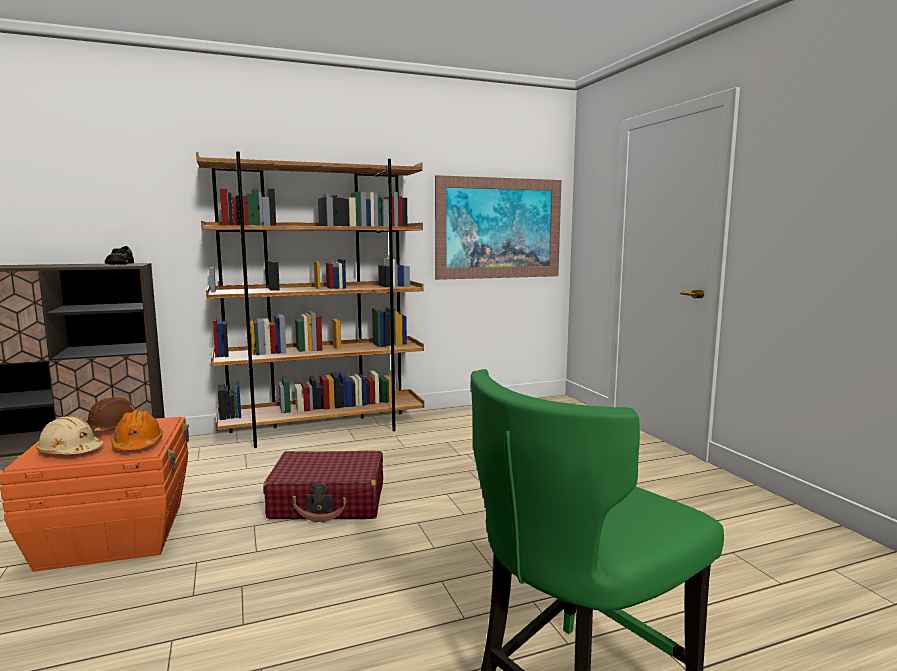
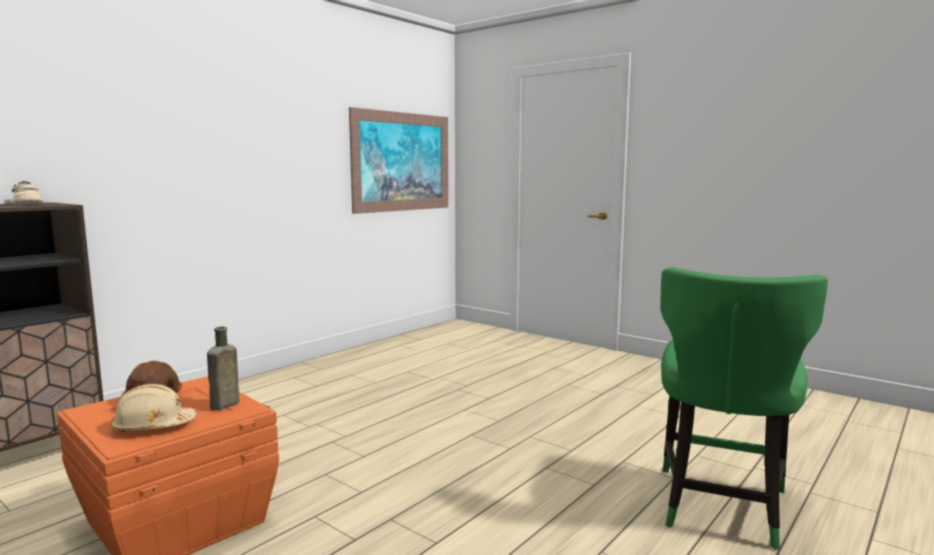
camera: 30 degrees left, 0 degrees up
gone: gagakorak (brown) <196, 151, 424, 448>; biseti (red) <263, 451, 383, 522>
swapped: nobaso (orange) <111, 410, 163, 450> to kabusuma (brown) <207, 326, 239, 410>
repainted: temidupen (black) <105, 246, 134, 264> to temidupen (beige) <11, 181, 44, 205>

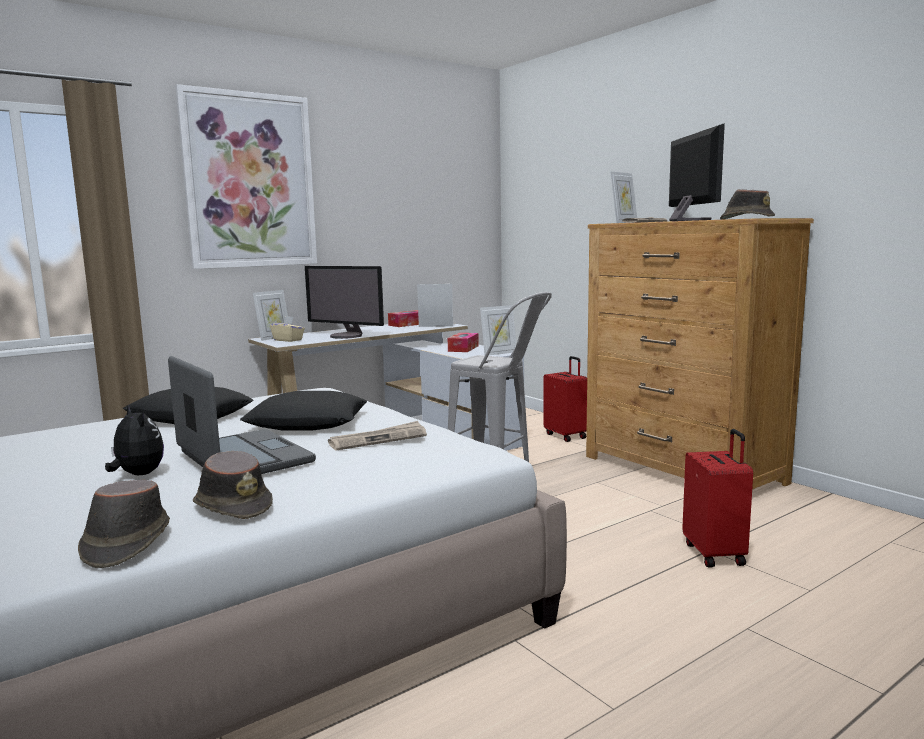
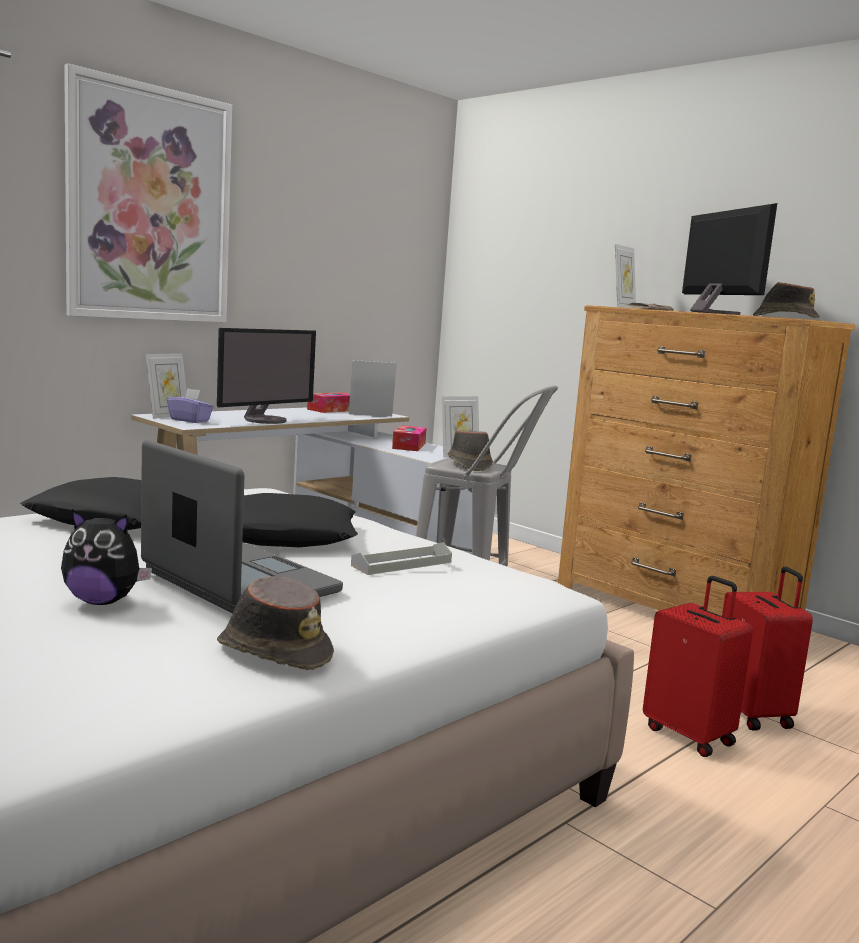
camera: 10 degrees left, 0 degrees up
shifted: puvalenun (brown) <78, 480, 170, 568> to <448, 430, 493, 471>; biseti (red) <543, 356, 587, 442> to <643, 576, 753, 757>
swapped: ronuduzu <328, 421, 427, 451> to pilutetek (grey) <351, 542, 452, 575>
repainted: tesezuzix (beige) <270, 316, 305, 342> to tesezuzix (purple) <167, 388, 214, 423>
rotated: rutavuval <105, 405, 164, 475> = <61, 509, 152, 605> 150 degrees clockwise; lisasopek <305, 266, 384, 339> = <217, 328, 316, 424> 75 degrees counterclockwise

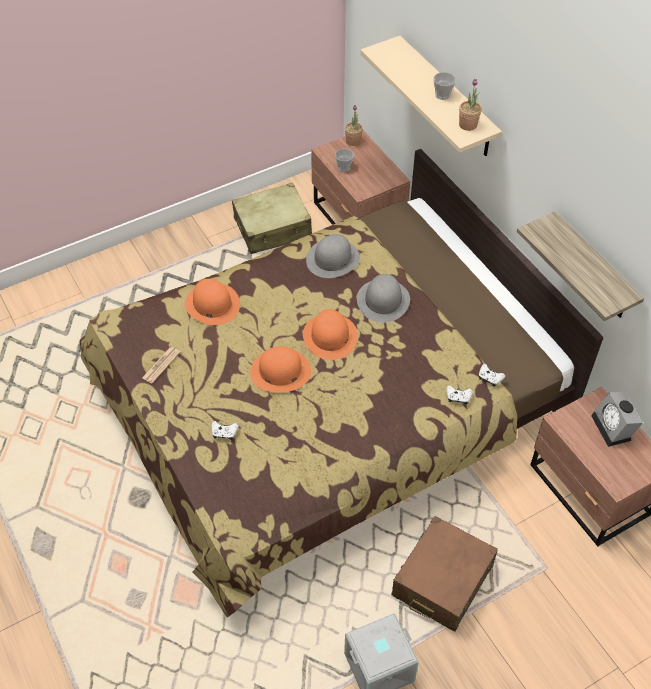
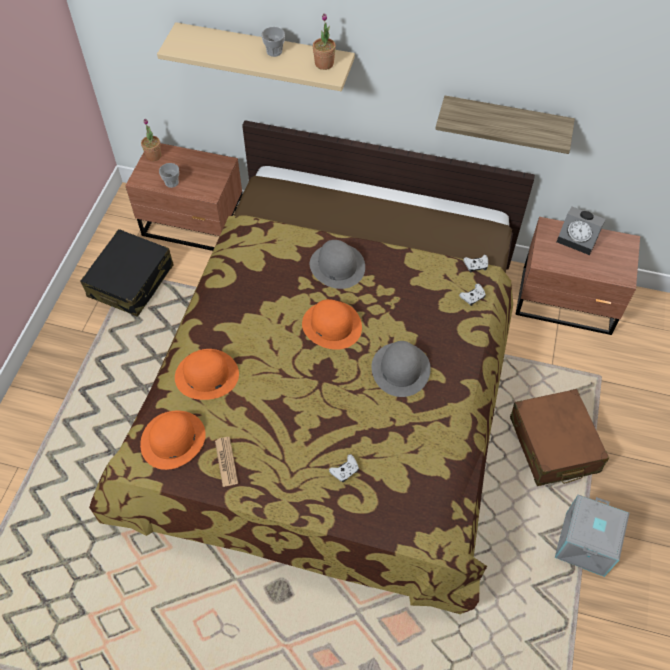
camera: 45 degrees left, 5 degrees up
shifted: puvalenun (orange) <250, 346, 311, 393> to <140, 411, 206, 470>; puvalenun (grey) <306, 234, 360, 278> to <371, 341, 431, 397>
repainted: biseti (beige) <232, 183, 312, 254> to biseti (black) <80, 229, 174, 316>

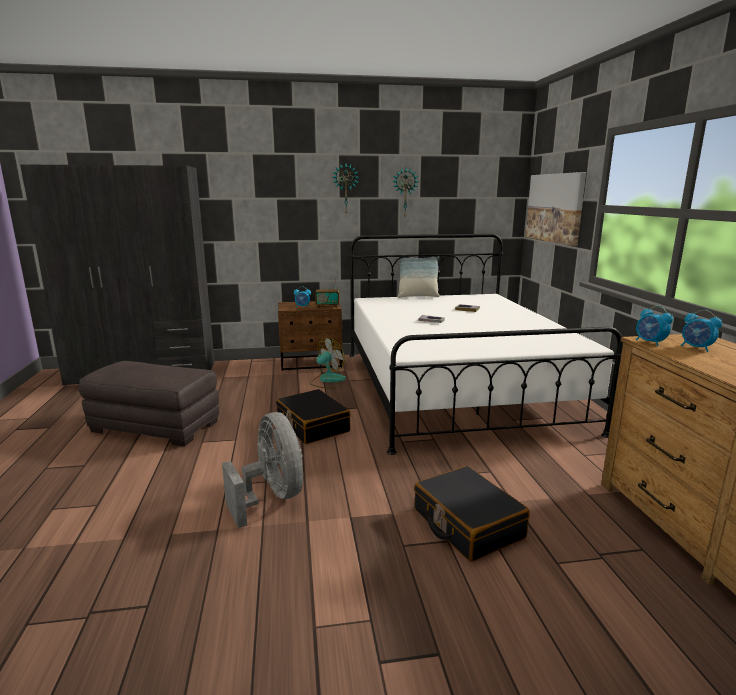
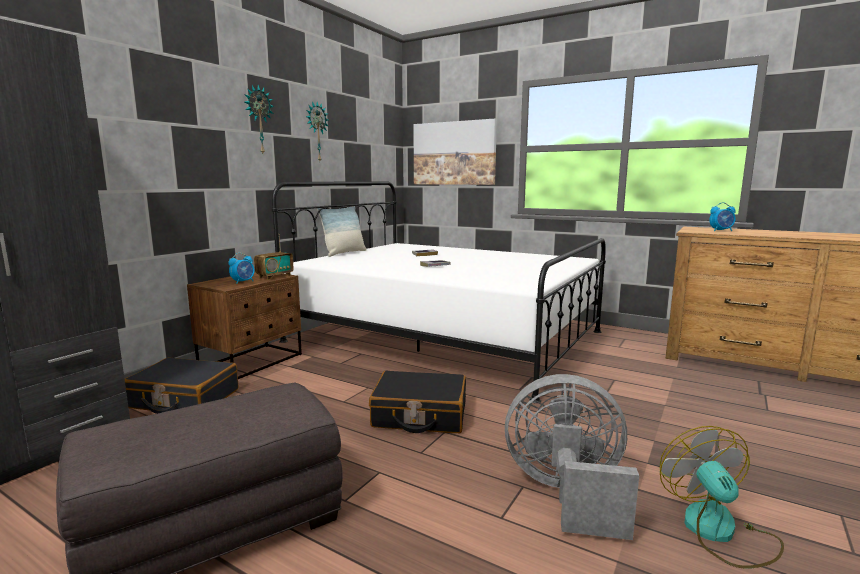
camera: 50 degrees left, 5 degrees down
gone: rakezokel <636, 306, 673, 346>
shifted: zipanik <310, 338, 346, 388> to <659, 426, 784, 569>; biseti (black) <414, 466, 530, 562> to <125, 357, 238, 414>

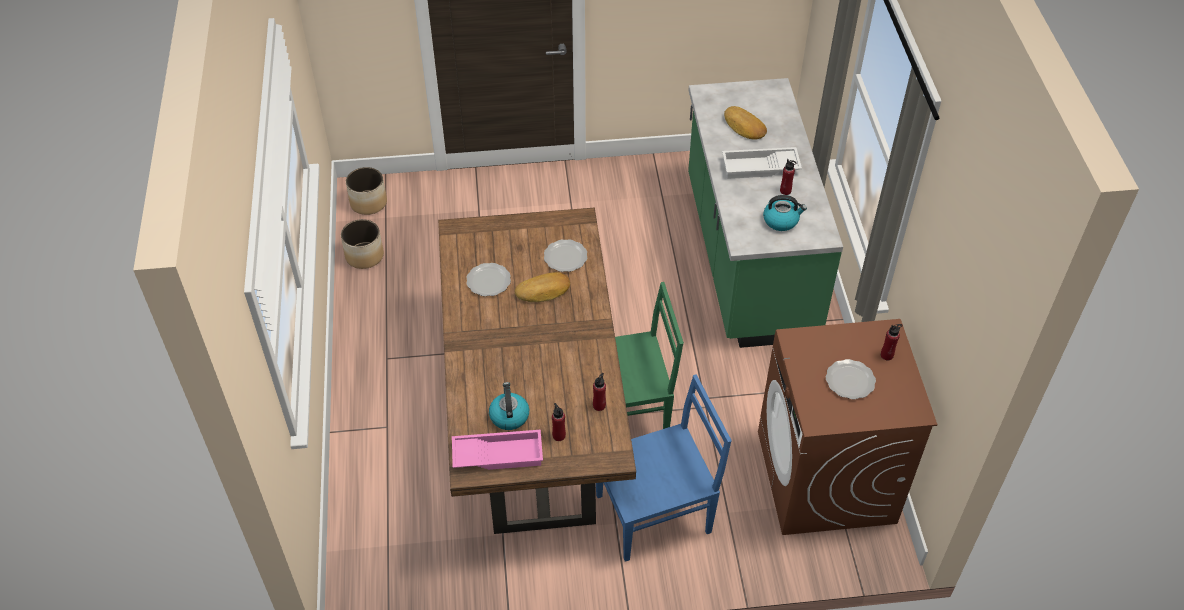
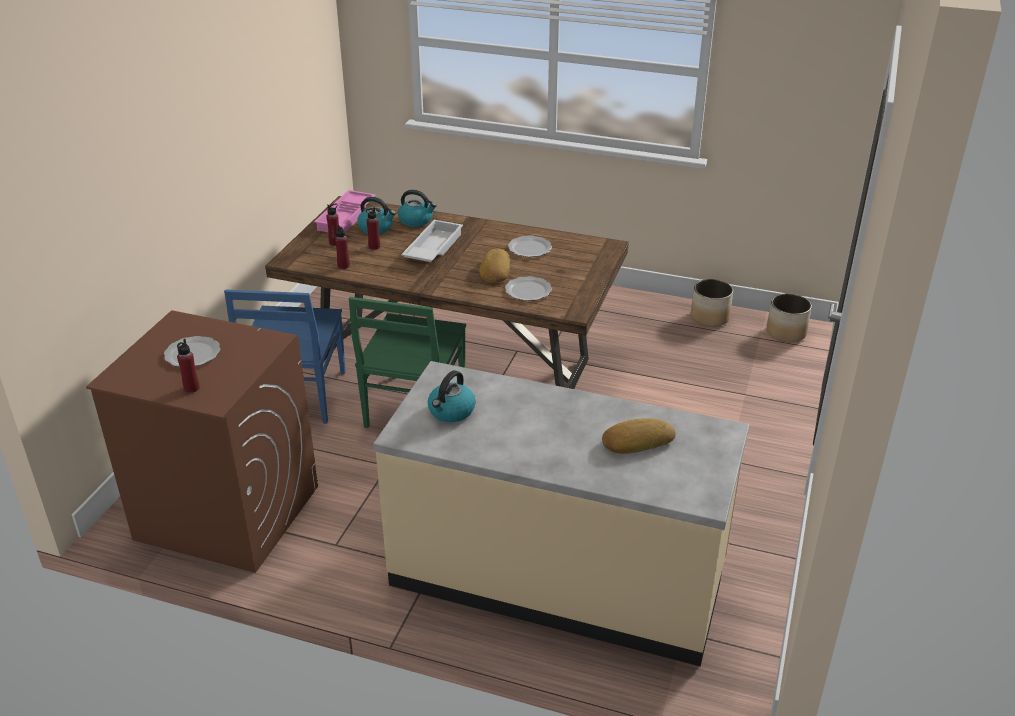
camera: 115 degrees right, 15 degrees down
new: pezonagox <398, 190, 437, 227>
shifted: pilutetek (white) <722, 147, 802, 179> to <401, 220, 463, 262>; kabusuma (red) <780, 159, 796, 195> to <366, 207, 380, 250>
repainted: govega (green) <688, 78, 843, 348> to govega (beige) <373, 361, 750, 667>

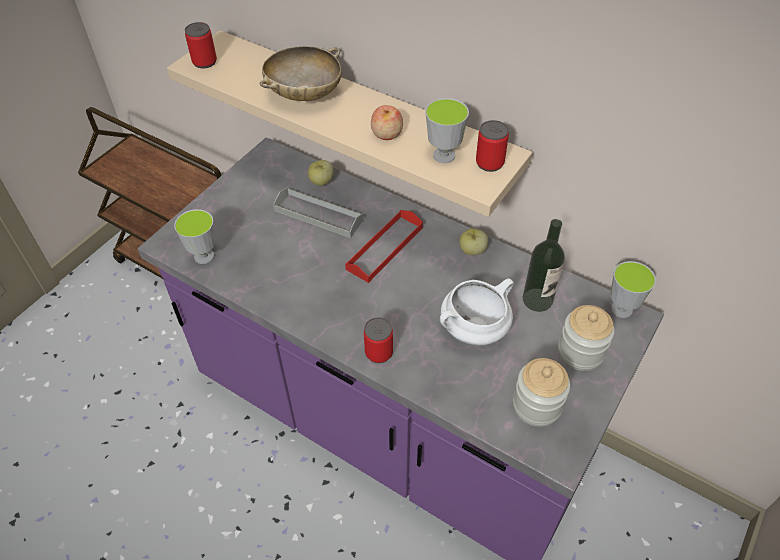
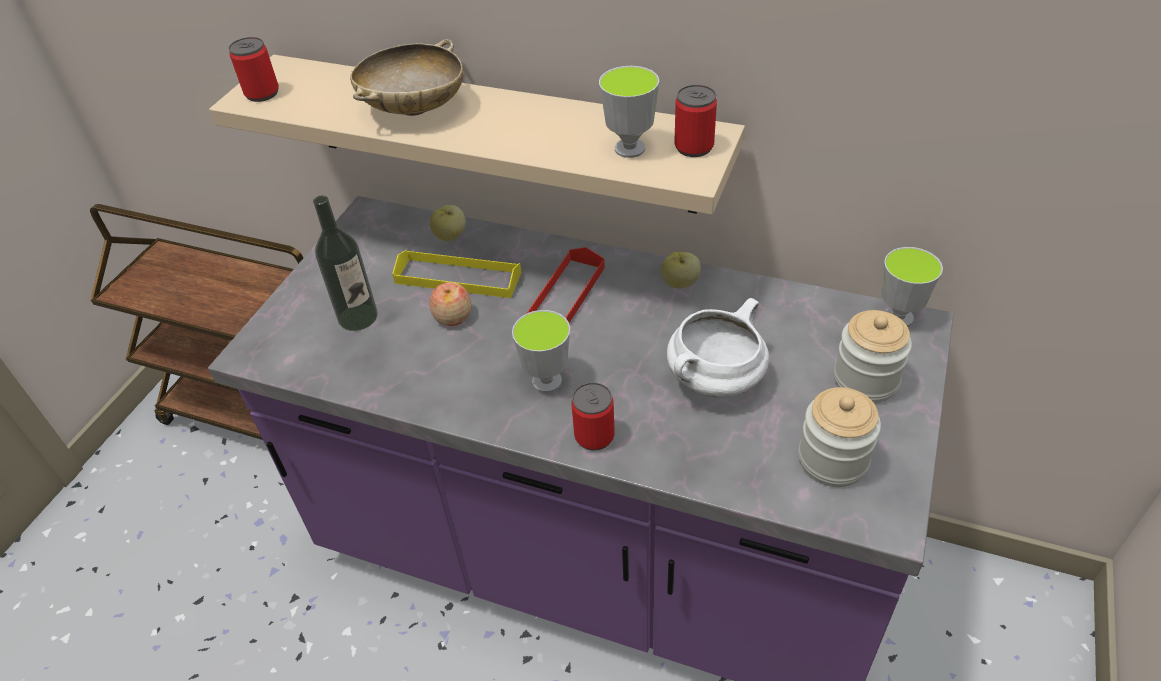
camera: 10 degrees left, 5 degrees down
shifted: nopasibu <174, 209, 216, 264> to <512, 310, 570, 393>; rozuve <371, 105, 403, 140> to <430, 282, 471, 326>; kabusuma <523, 219, 565, 312> to <313, 195, 377, 331>
repainted: pilutetek (grey) <273, 188, 363, 238> to pilutetek (yellow) <392, 250, 521, 298>

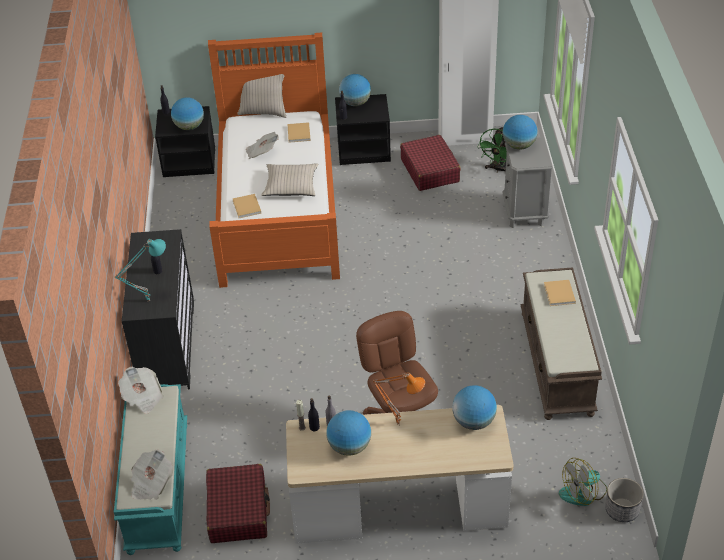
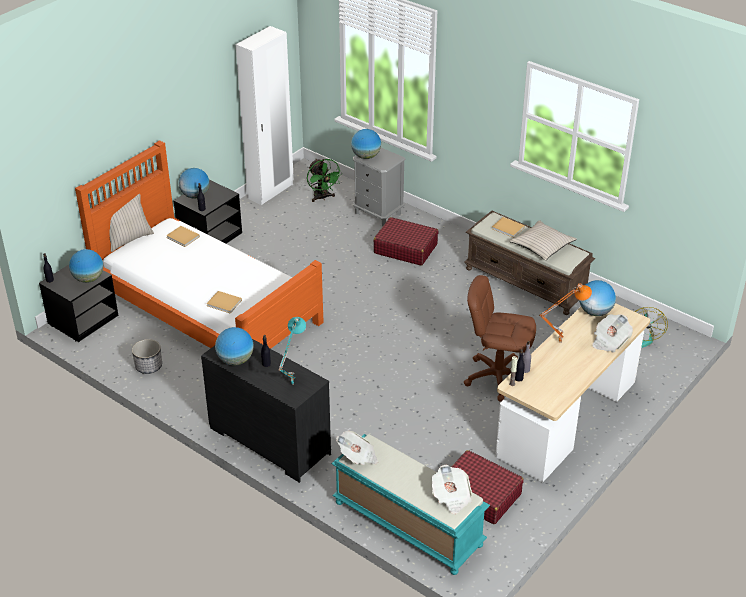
camera: 50 degrees left, 5 degrees down
shifted: ronuduzu <246, 132, 279, 159> to <592, 314, 633, 353>; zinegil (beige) <261, 164, 318, 196> to <509, 220, 577, 260>; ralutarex <326, 410, 371, 456> to <215, 327, 254, 366>; biseti (red) <400, 135, 461, 191> to <374, 217, 438, 266>; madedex <605, 478, 644, 522> to <132, 339, 162, 374>

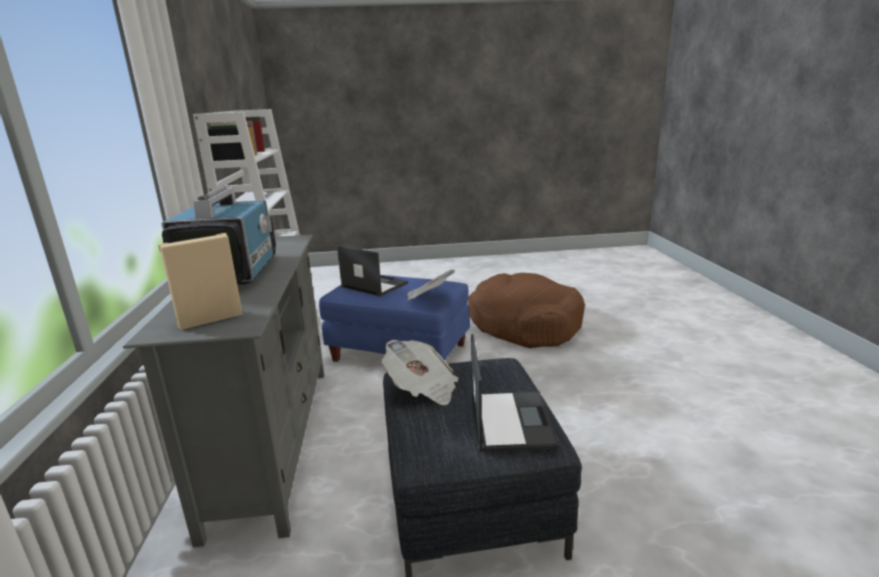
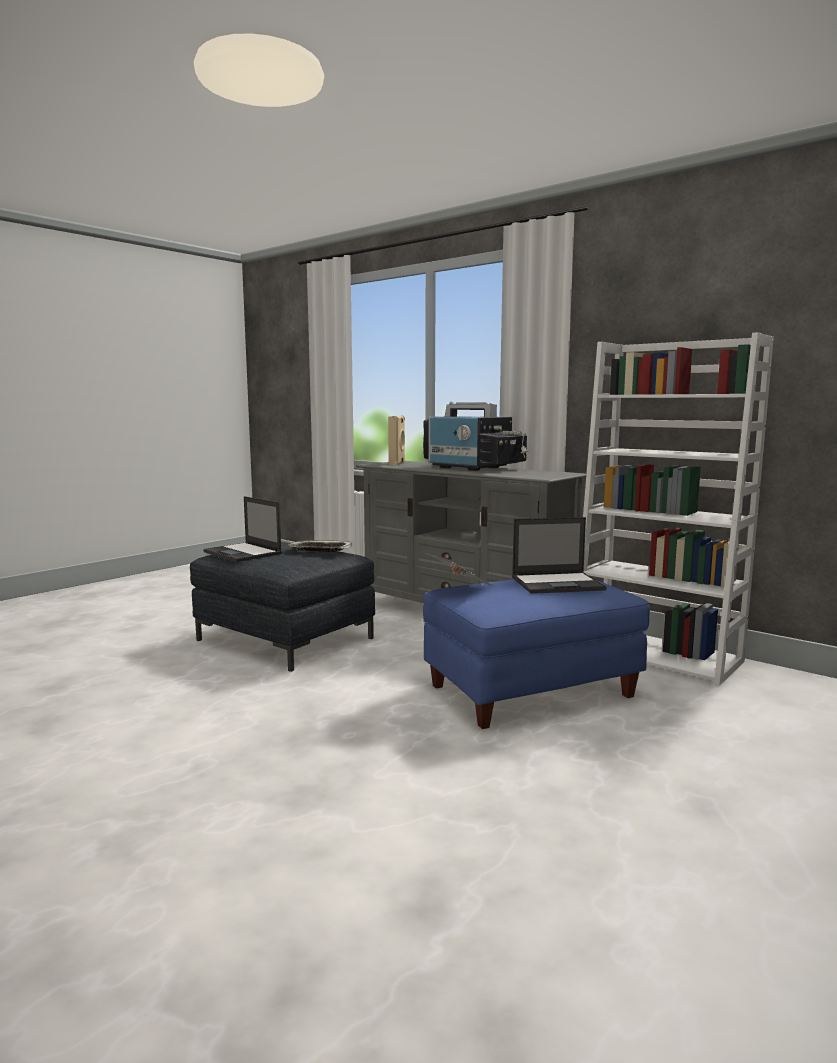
camera: 135 degrees right, 10 degrees down
gone: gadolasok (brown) <468, 273, 585, 348>
swapped: ronuduzu <382, 340, 459, 405> to pilutetek <289, 540, 352, 552>

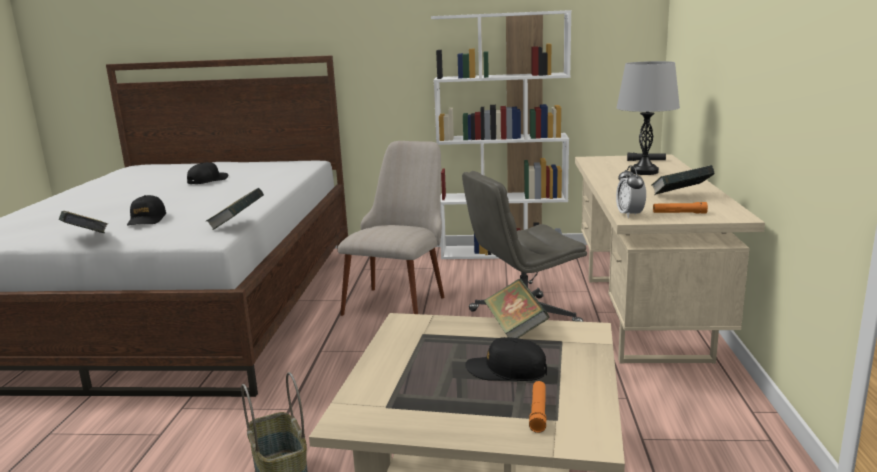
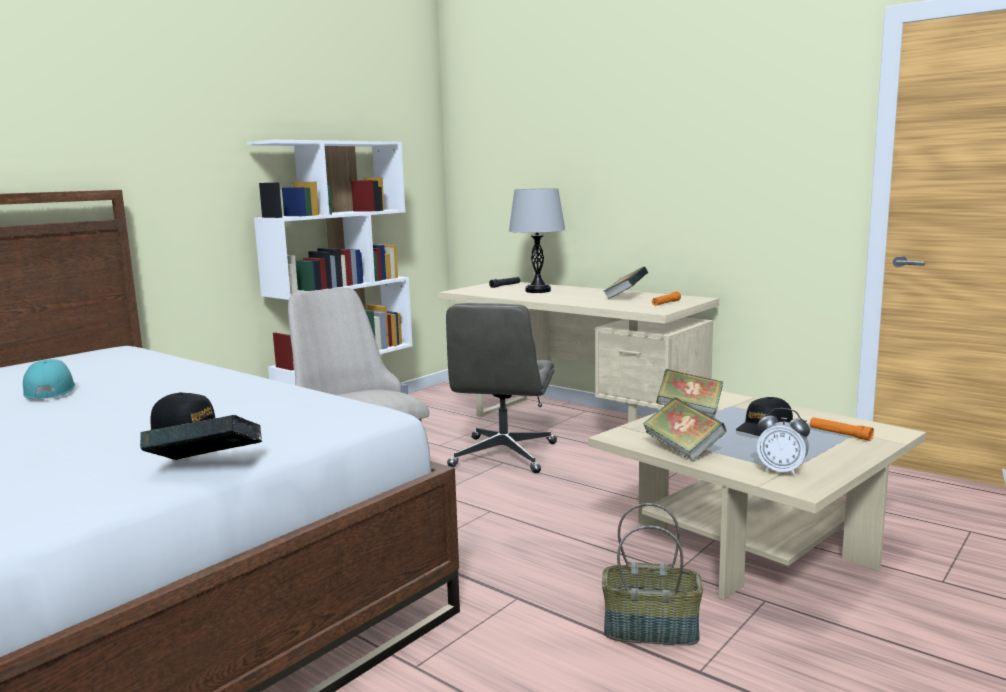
camera: 55 degrees left, 5 degrees down
shifted: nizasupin <206, 188, 264, 230> to <643, 398, 726, 461>; rakezokel <616, 166, 646, 218> to <757, 408, 810, 476>
repainted: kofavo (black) <187, 162, 228, 184> to kofavo (turquoise) <23, 359, 75, 399>

